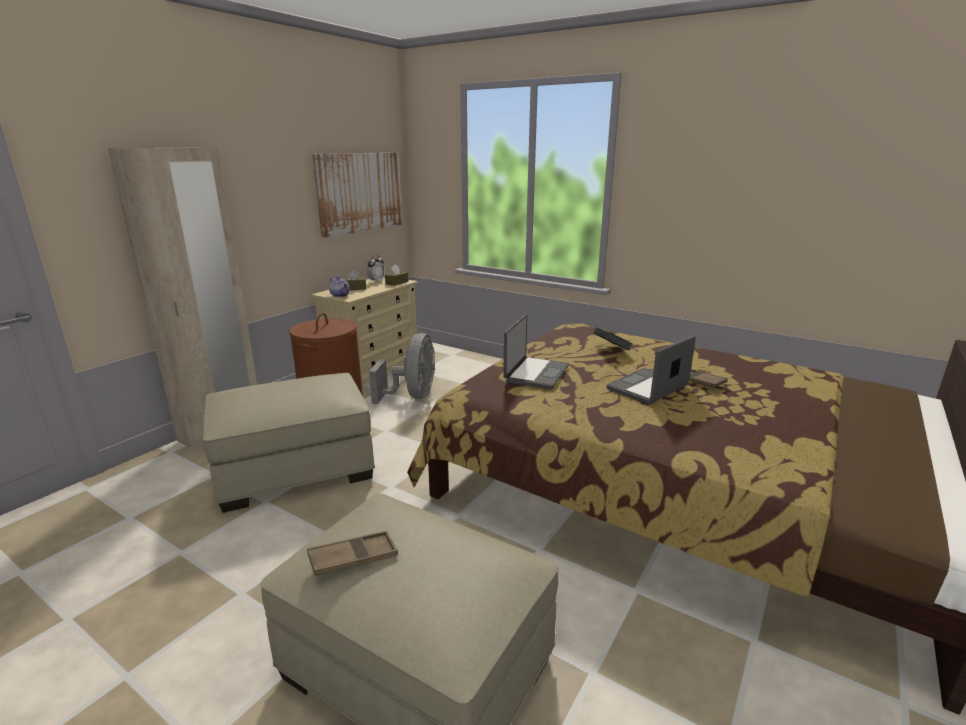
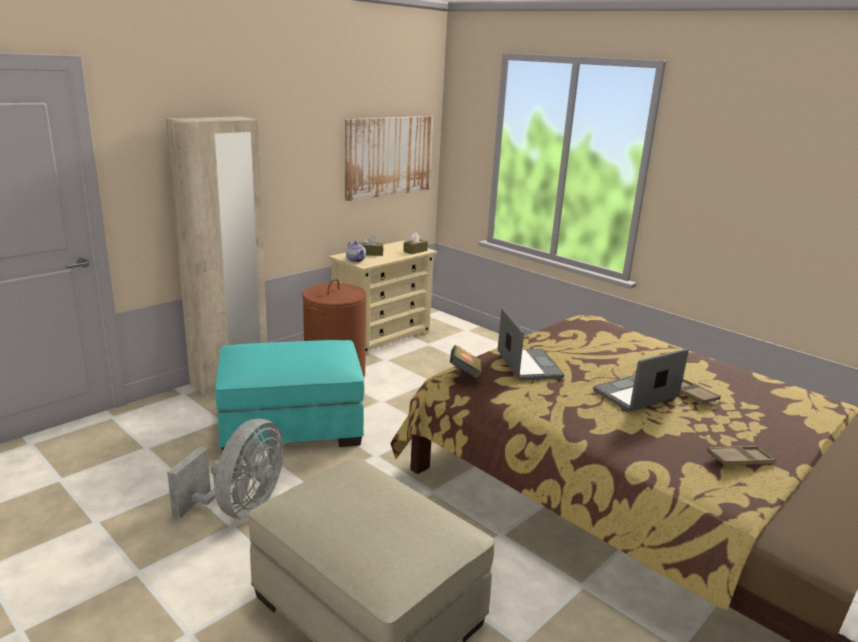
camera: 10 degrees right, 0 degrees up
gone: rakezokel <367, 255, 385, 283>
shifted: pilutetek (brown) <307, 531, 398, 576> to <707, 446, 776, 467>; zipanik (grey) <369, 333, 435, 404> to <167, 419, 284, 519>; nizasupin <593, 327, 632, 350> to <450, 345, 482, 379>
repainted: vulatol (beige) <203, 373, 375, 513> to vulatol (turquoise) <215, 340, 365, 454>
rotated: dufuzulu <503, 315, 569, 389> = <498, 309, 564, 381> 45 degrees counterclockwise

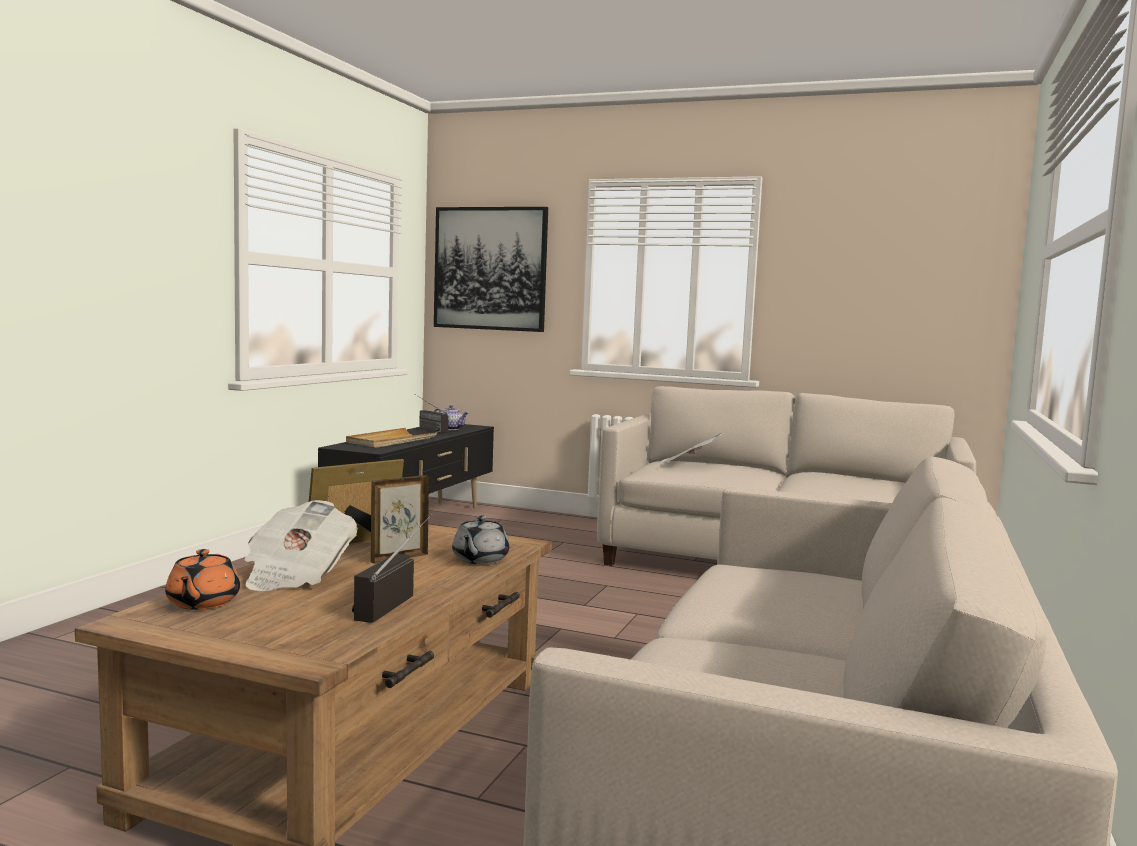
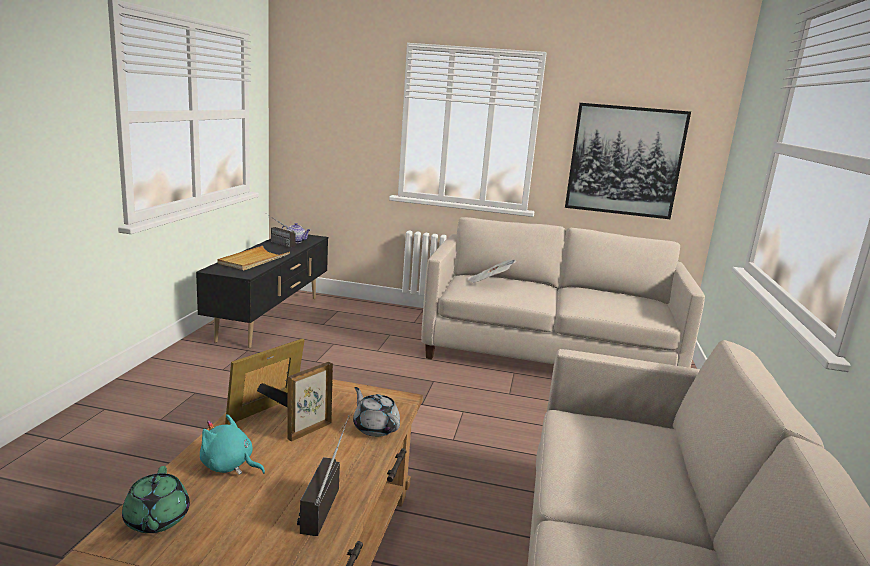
camera: 10 degrees left, 10 degrees up
shifted: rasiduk <434, 207, 548, 332> to <565, 103, 691, 219>
swapped: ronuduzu <244, 500, 358, 591> to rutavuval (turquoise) <200, 414, 265, 475>
repainted: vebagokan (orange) <165, 549, 240, 610> to vebagokan (green) <122, 466, 190, 533>
rotated: vebagokan (grey) <452, 515, 509, 564> = <353, 387, 400, 437> 135 degrees clockwise

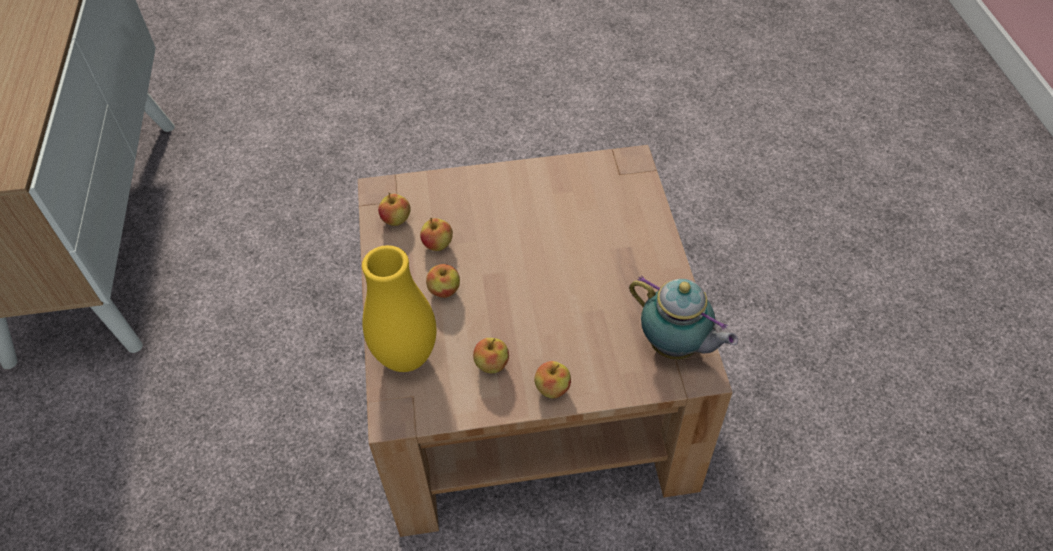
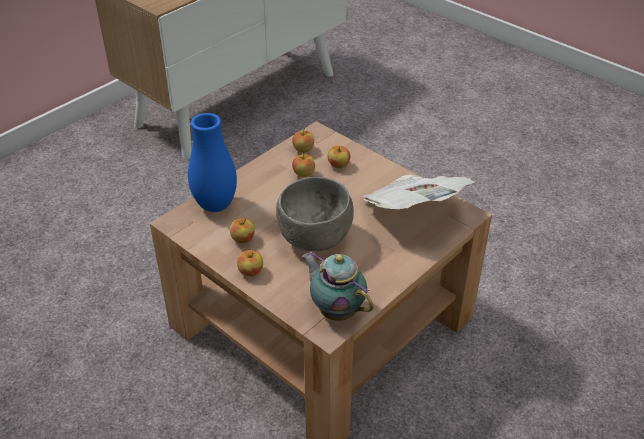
camera: 50 degrees right, 10 degrees down
new: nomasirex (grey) <276, 177, 354, 252>; ronuduzu <361, 175, 475, 209>
shifted: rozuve <426, 264, 460, 298> to <328, 146, 350, 168>
repainted: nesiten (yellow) <362, 245, 436, 372> to nesiten (blue) <188, 113, 237, 212>
rotated: vebagokan <629, 275, 738, 360> = <302, 251, 374, 321> 135 degrees clockwise

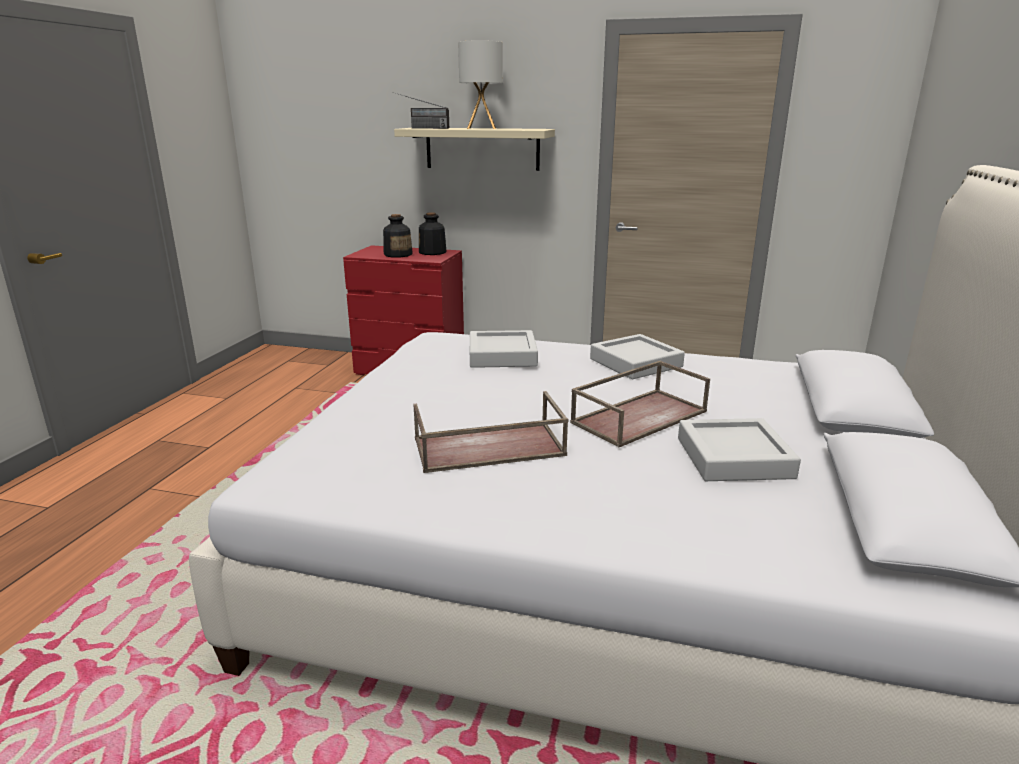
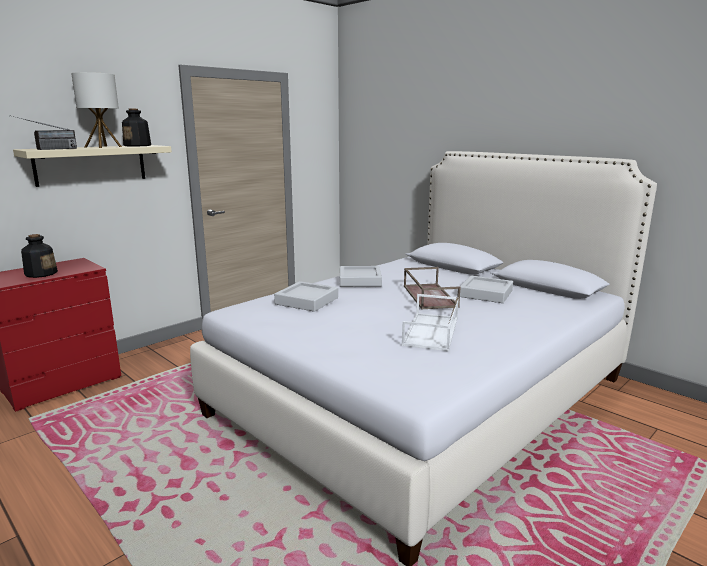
camera: 60 degrees left, 5 degrees down
shifted: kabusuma <419, 212, 447, 255> to <122, 109, 151, 146>
repainted: pilutetek (brown) <413, 391, 568, 473> to pilutetek (white) <402, 294, 459, 351>

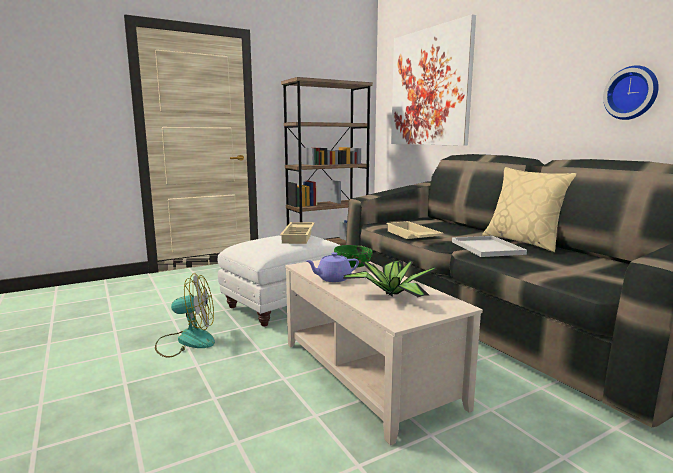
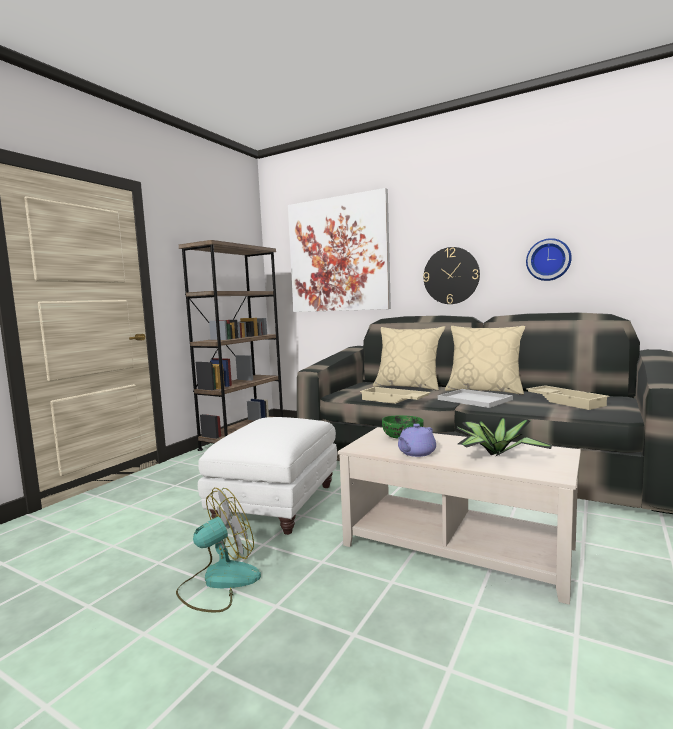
camera: 30 degrees left, 5 degrees down
new: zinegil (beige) <373, 326, 445, 391>; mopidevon <423, 247, 480, 304>
shifted: pilutetek (beige) <280, 222, 315, 244> to <526, 385, 610, 410>

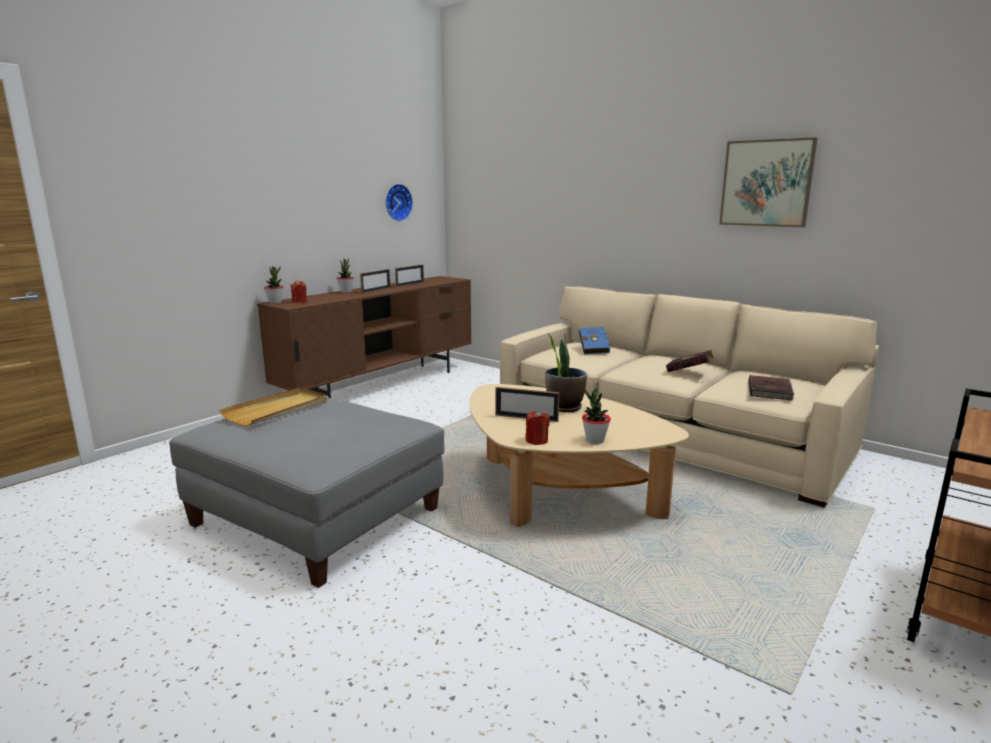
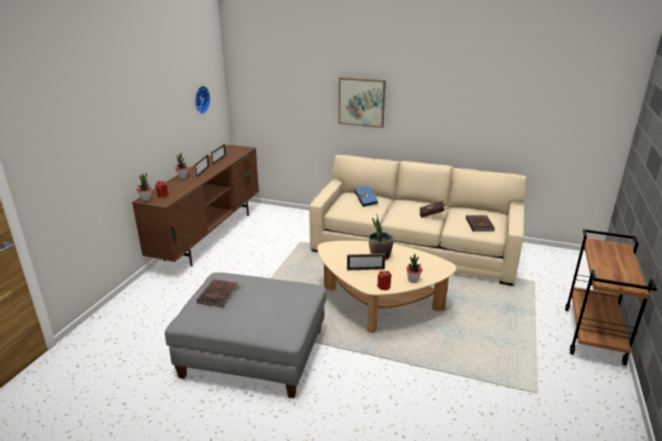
camera: 20 degrees left, 10 degrees up
shifted: rasiduk <719, 137, 817, 227> to <339, 77, 386, 128>
swapped: pilutetek (beige) <219, 388, 327, 426> to nizasupin (brown) <197, 279, 240, 307>

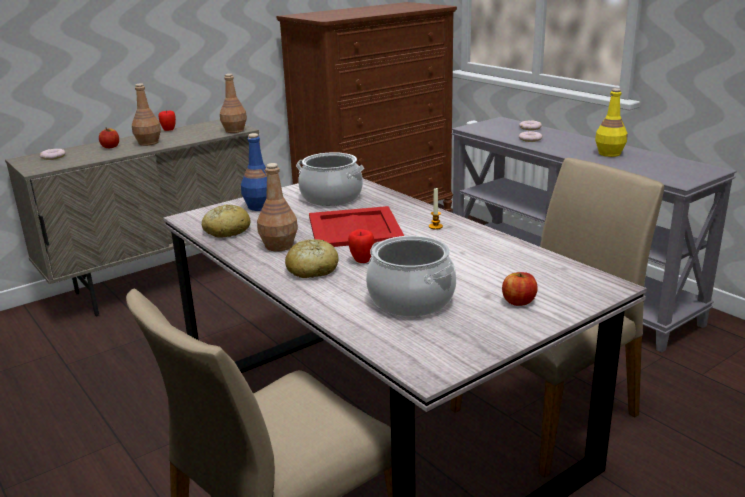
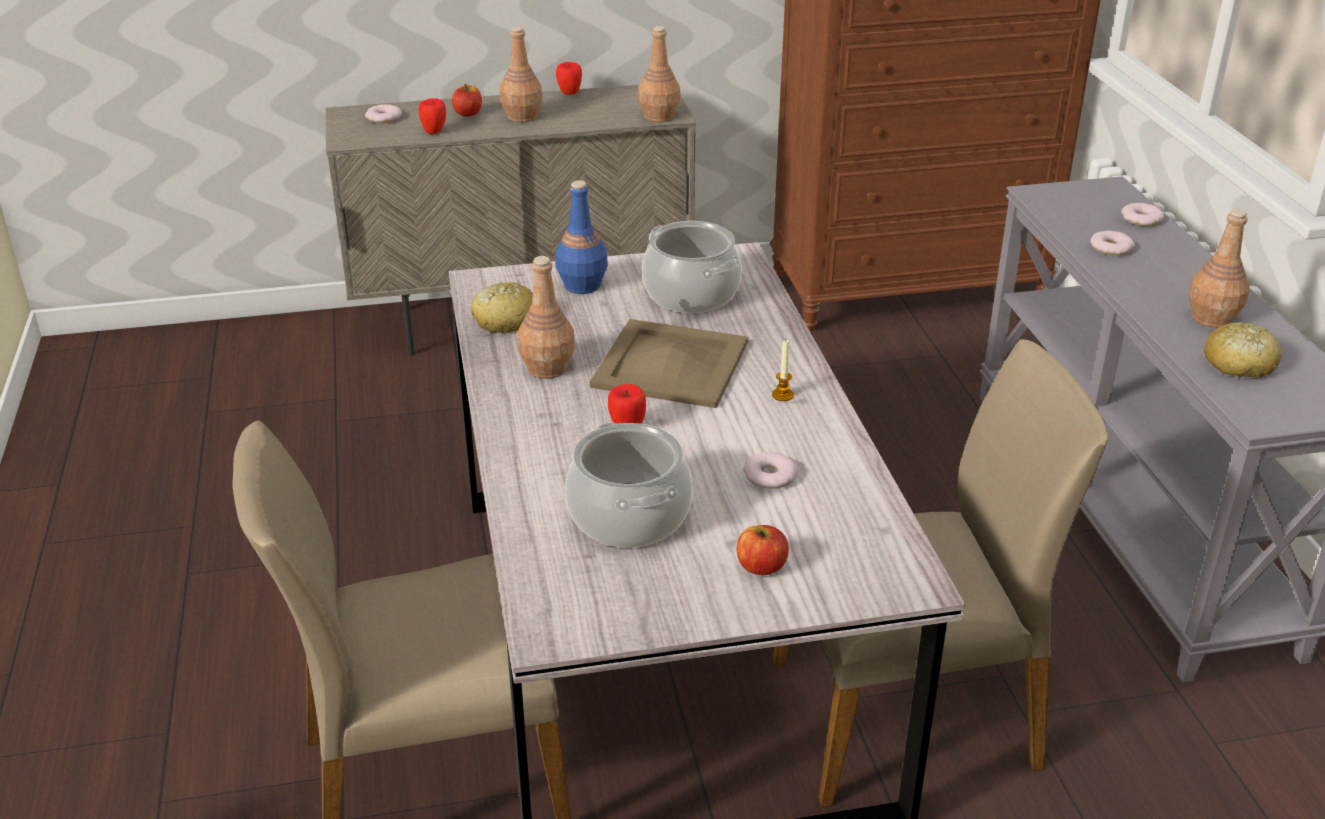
camera: 25 degrees right, 10 degrees up
new: rozuve <419, 98, 446, 134>; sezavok <743, 452, 798, 489>
shifted: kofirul <285, 239, 339, 278> to <1204, 322, 1282, 378>
repainted: pilutetek (red) <309, 206, 404, 247> to pilutetek (beige) <590, 319, 748, 408>; kabusuma (yellow) <595, 88, 628, 157> to kabusuma (brown) <1189, 209, 1250, 328>

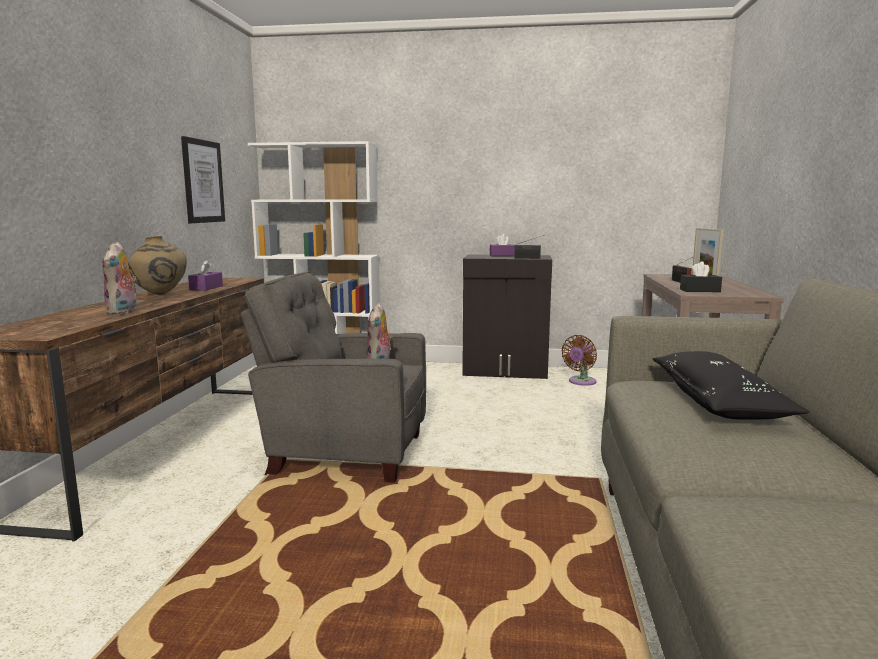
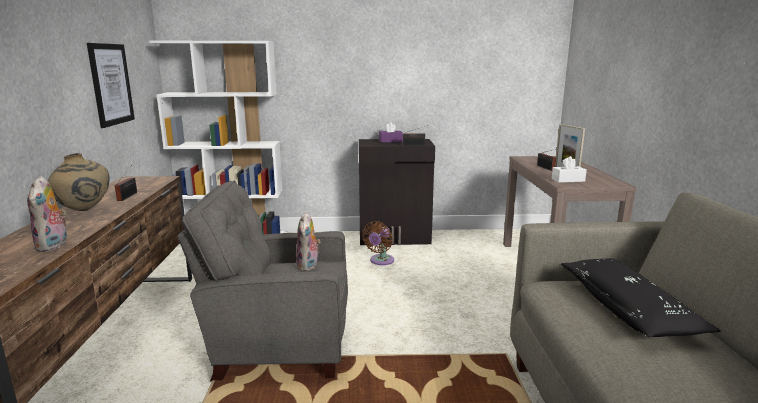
camera: 10 degrees left, 5 degrees up
shifted: zipanik (brown) <561, 335, 597, 386> to <362, 221, 394, 265>
swapped: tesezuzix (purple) <188, 260, 223, 291> to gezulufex <115, 165, 137, 201>
repainted: tesezuzix (black) <680, 261, 722, 292> to tesezuzix (white) <552, 156, 587, 183>

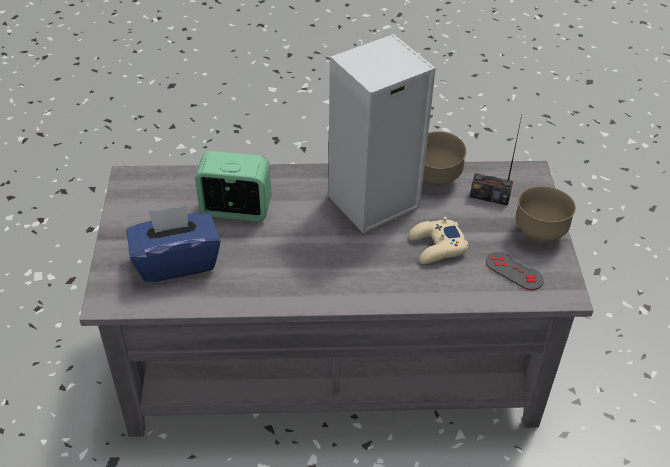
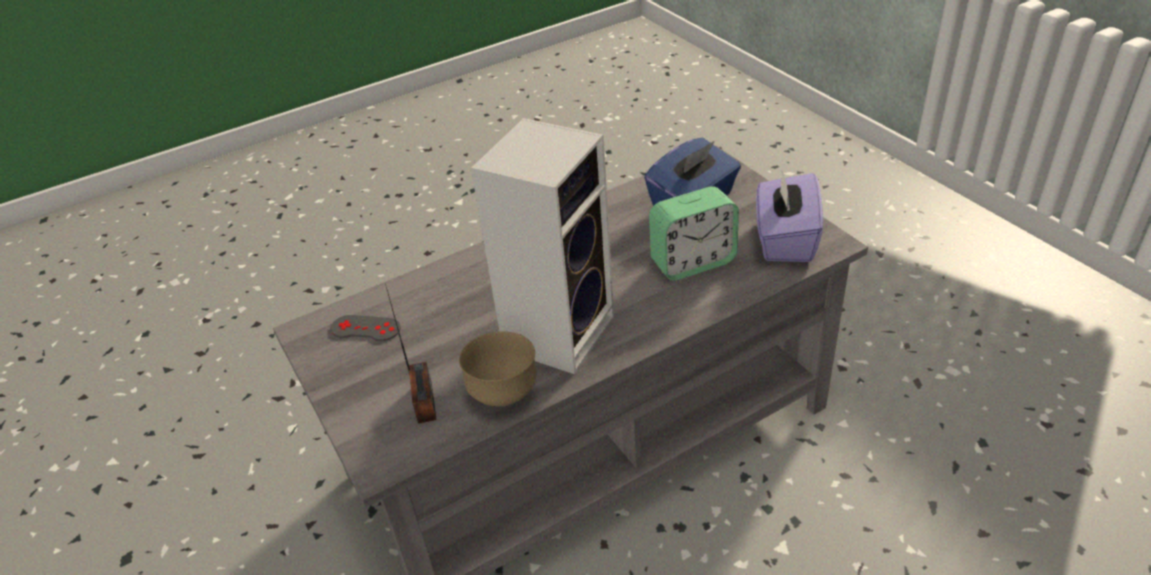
camera: 155 degrees right, 5 degrees down
gone: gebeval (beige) <408, 217, 469, 264>; nomasirex (brown) <516, 186, 576, 242>
new: tesezuzix (purple) <756, 168, 823, 262>
rotated: gezulufex <470, 115, 522, 205> = <385, 283, 437, 424> 90 degrees clockwise

